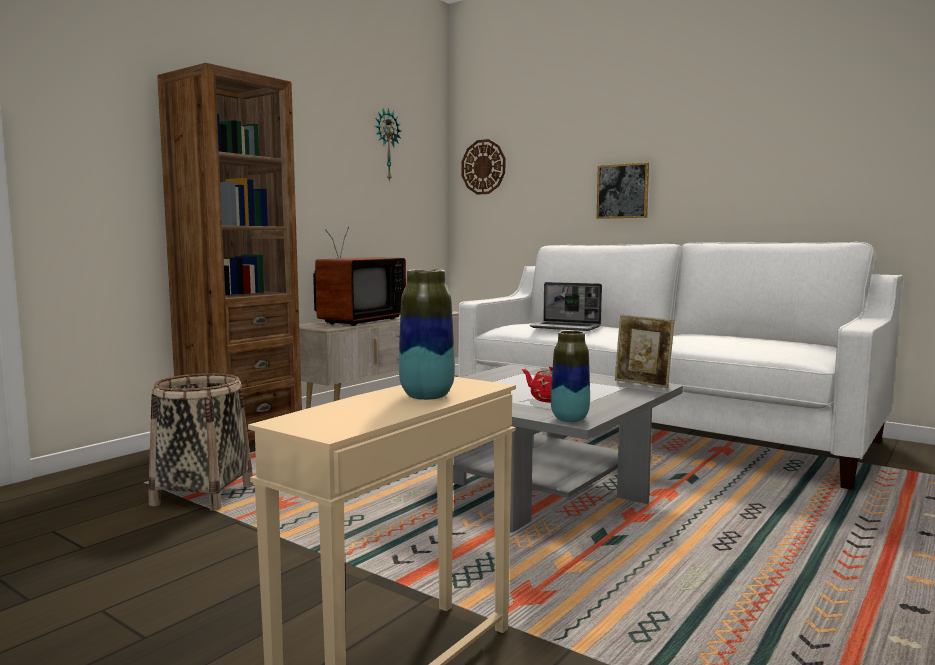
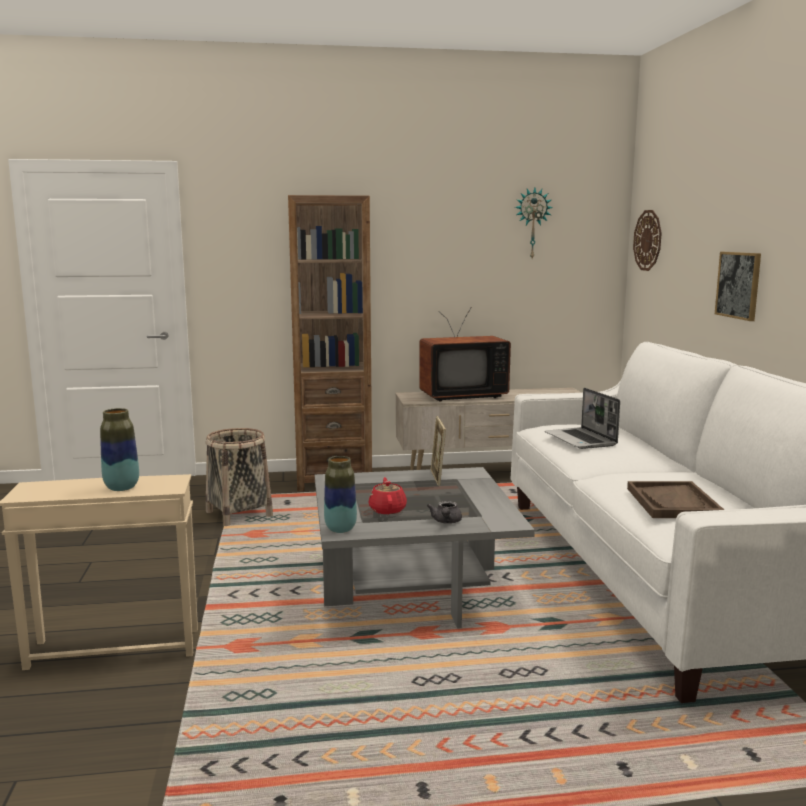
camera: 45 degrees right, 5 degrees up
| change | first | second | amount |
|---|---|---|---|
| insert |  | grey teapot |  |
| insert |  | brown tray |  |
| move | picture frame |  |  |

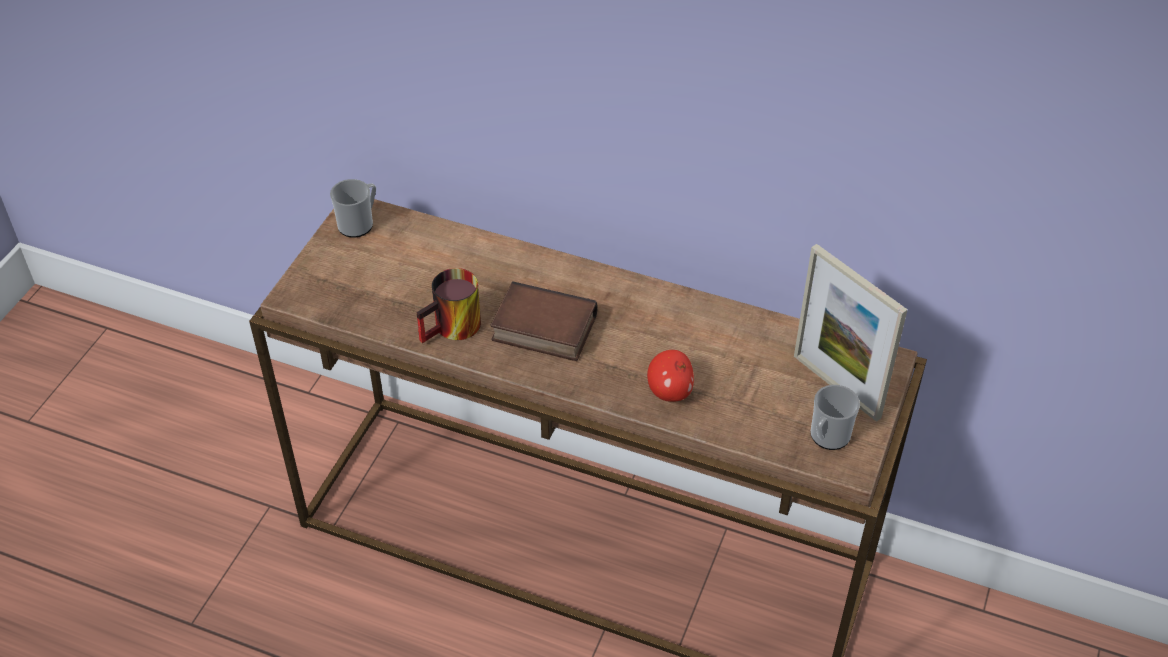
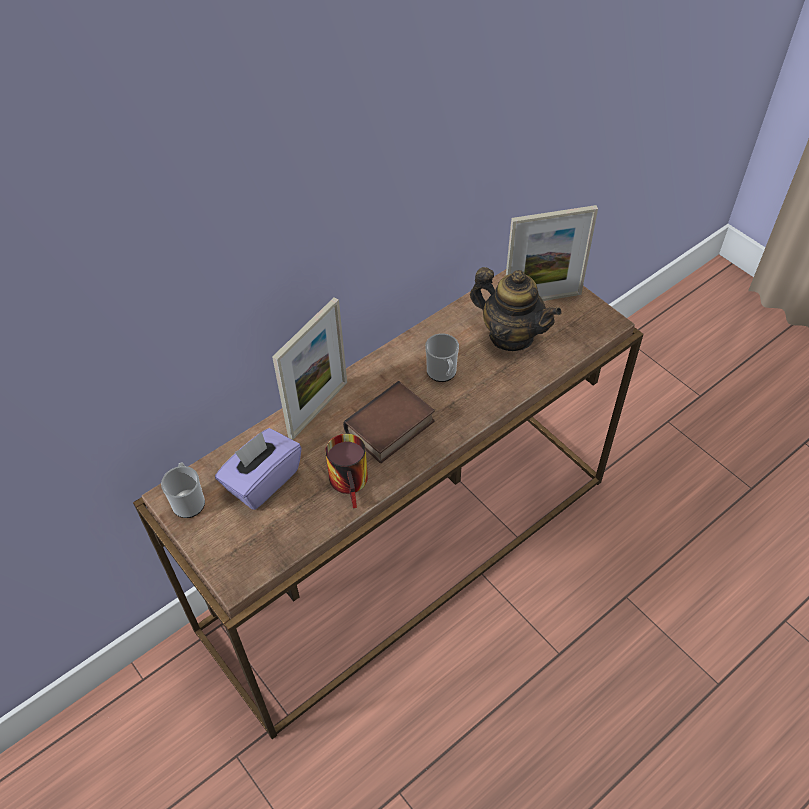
camera: 60 degrees left, 5 degrees up
| change | first | second | amount |
|---|---|---|---|
| delete | apple |  |  |
| insert |  | purple tissue box |  |
| insert |  | picture frame (1st from left) |  |
| insert |  | teapot |  |
| move | mug (3rd from left) |  |  |

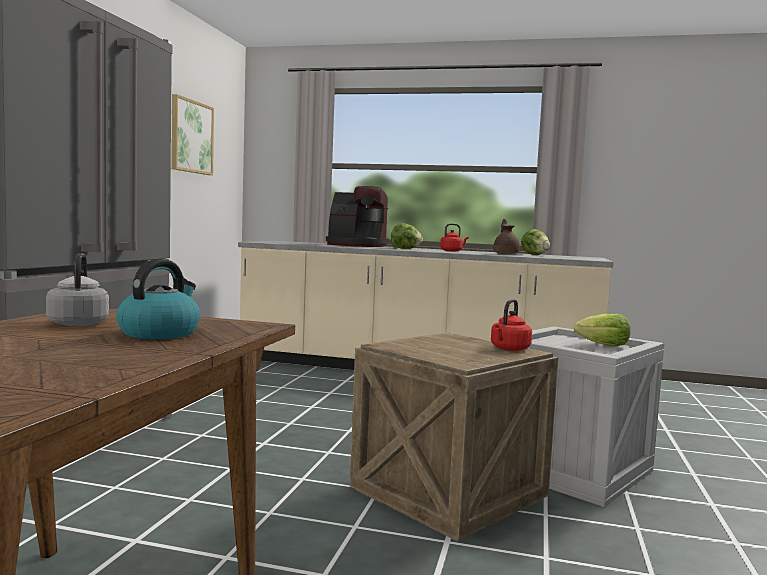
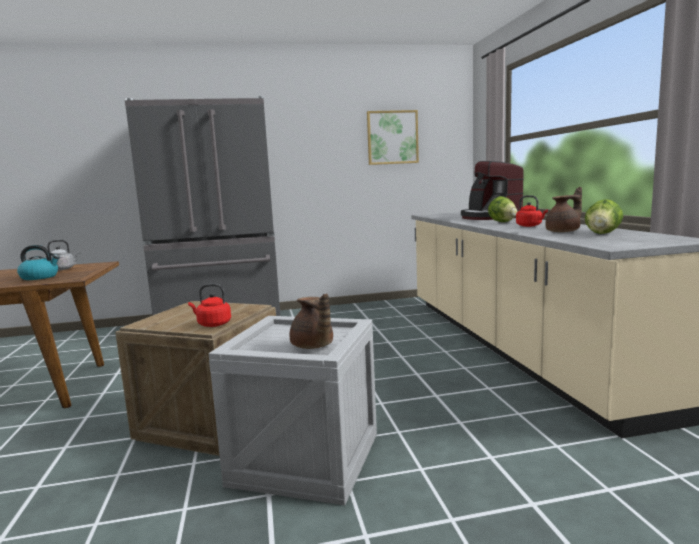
camera: 65 degrees right, 5 degrees up
| change | first | second | amount |
|---|---|---|---|
| replace | lettuce (3rd from left) | brown teapot (1st from left) |  |

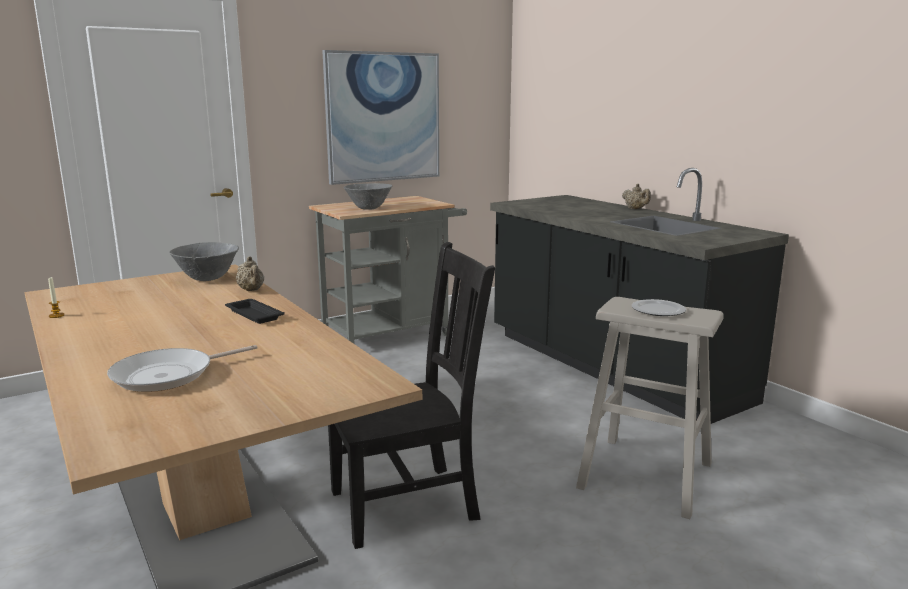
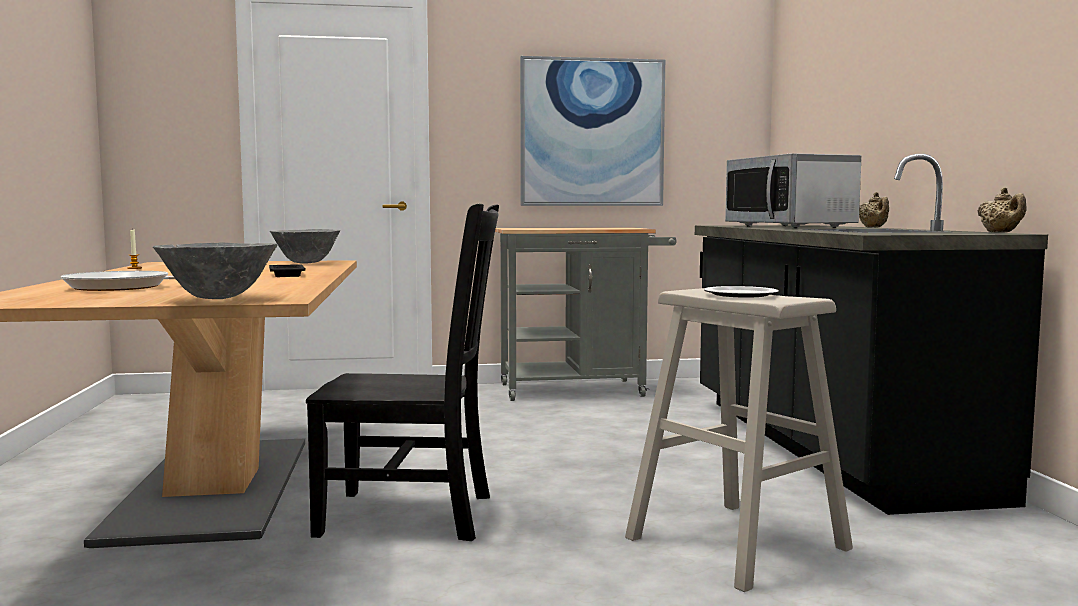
camera: 25 degrees right, 10 degrees down
| change | first | second | amount |
|---|---|---|---|
| insert |  | microwave |  |
| move | beige teapot (1st from left in the first image) | beige teapot (2nd from left) |  |
| move | grey bowl (2nd from left in the first image) | grey bowl (1st from left) |  |

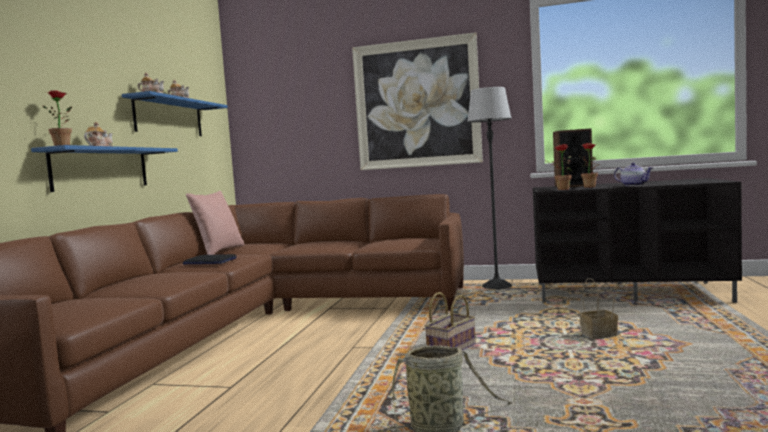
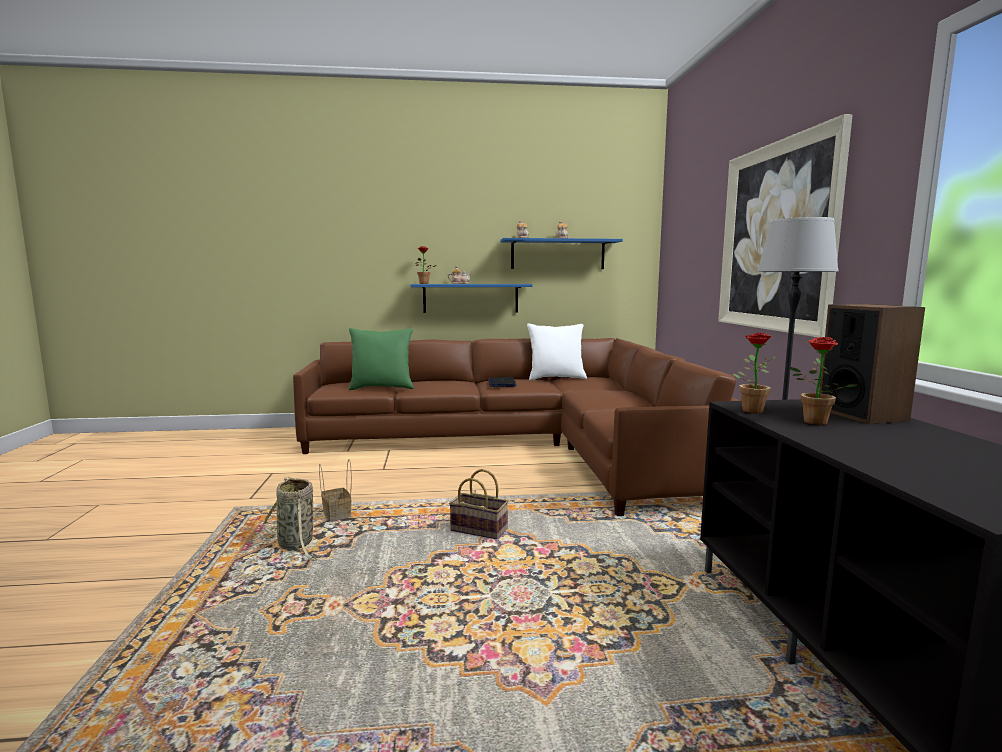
camera: 70 degrees right, 5 degrees up
| change | first | second | amount |
|---|---|---|---|
| delete | teapot (4th from left) |  |  |
| insert |  | green pillow |  |
| move | basket (3rd from left in the first image) | basket (2nd from left) |  |
| recolor | pink pillow | white pillow |  |

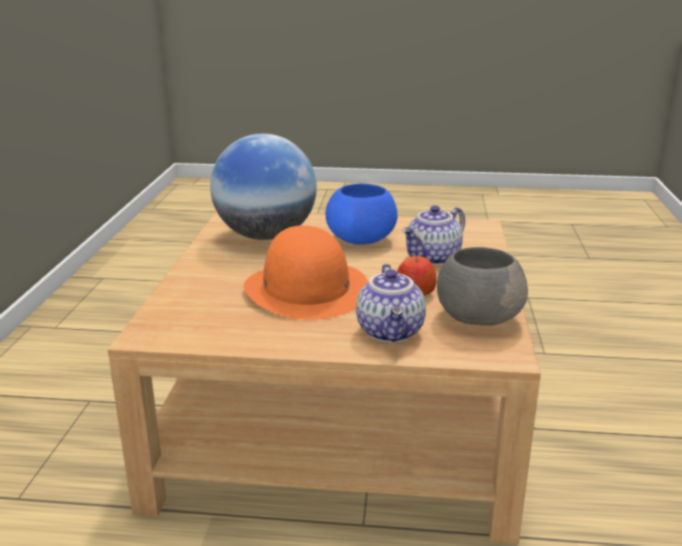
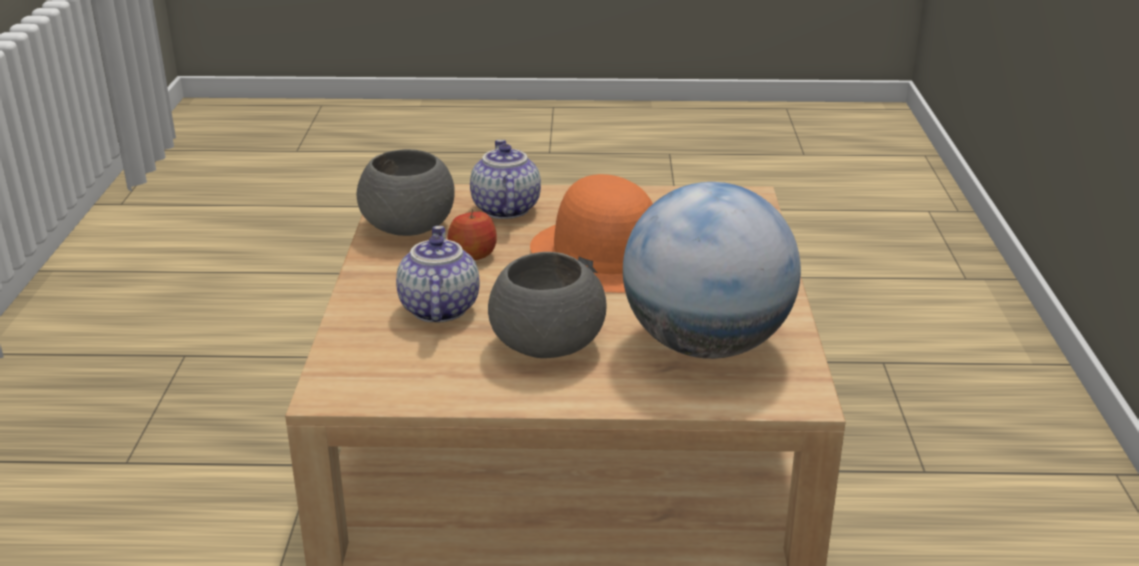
camera: 175 degrees right, 5 degrees up
| change | first | second | amount |
|---|---|---|---|
| recolor | blue bowl | grey bowl (2nd from left) |  |
| rotate | teapot (2nd from left in the first image) | teapot (1st from left) | 45 degrees counterclockwise |

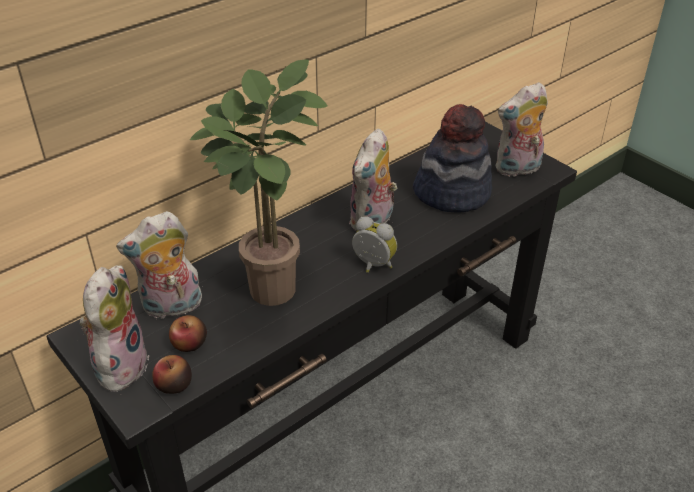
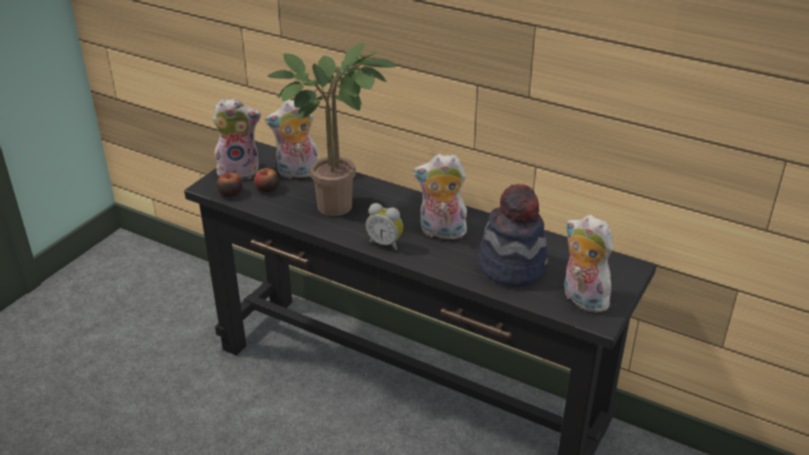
camera: 70 degrees right, 5 degrees down
| change | first | second | amount |
|---|---|---|---|
| rotate | plush toy (2nd from left) |  | 60 degrees counterclockwise |
| rotate | alarm clock |  | 105 degrees clockwise |

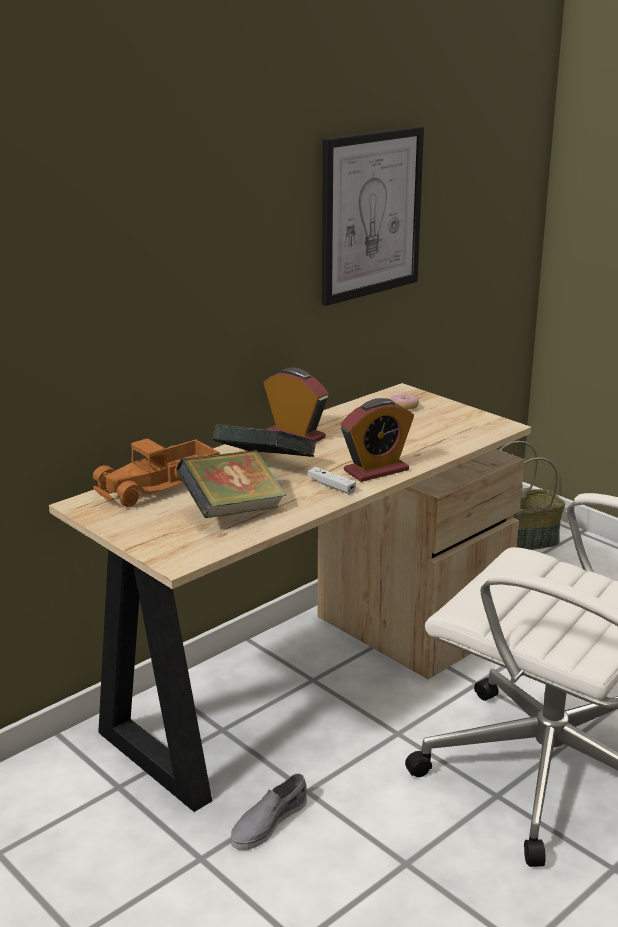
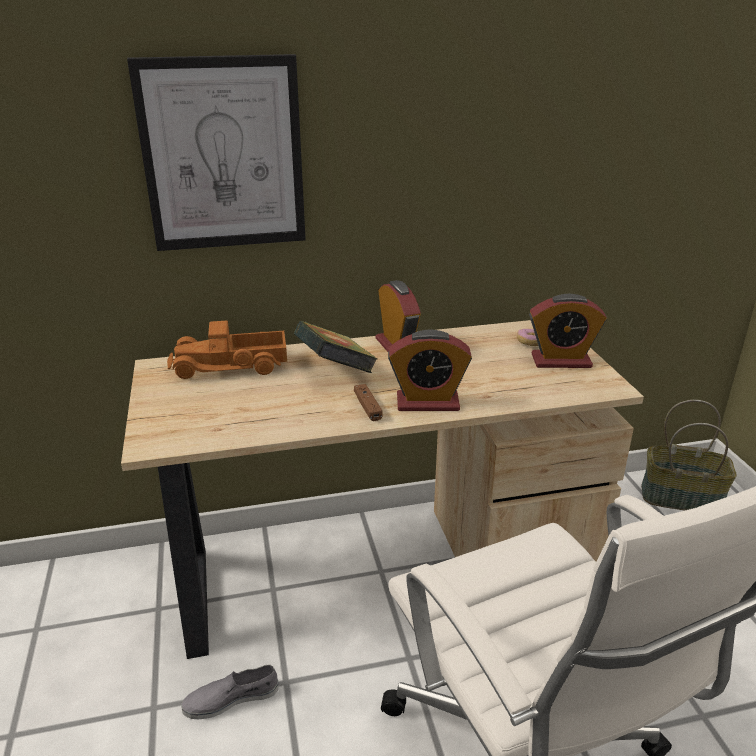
camera: 30 degrees right, 5 degrees up
| change | first | second | amount |
|---|---|---|---|
| delete | book (1st from left) |  |  |
| insert |  | alarm clock (3rd from left) |  |
| move | picture |  |  |
| recolor | white game controller | brown game controller |  |

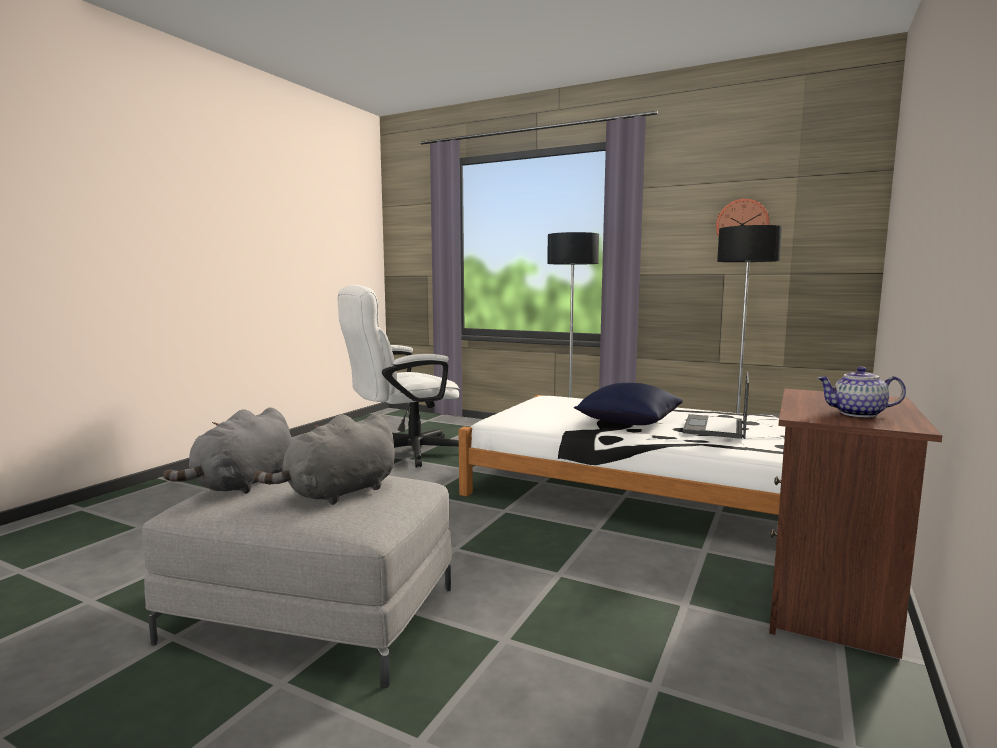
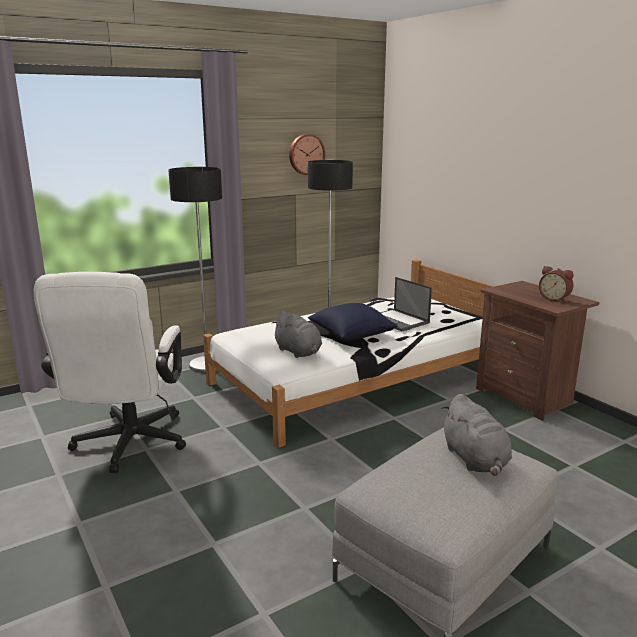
camera: 60 degrees left, 10 degrees up
| change | first | second | amount |
|---|---|---|---|
| move | grey plush toy (1st from left) |  |  |
| replace | teapot | alarm clock |  |

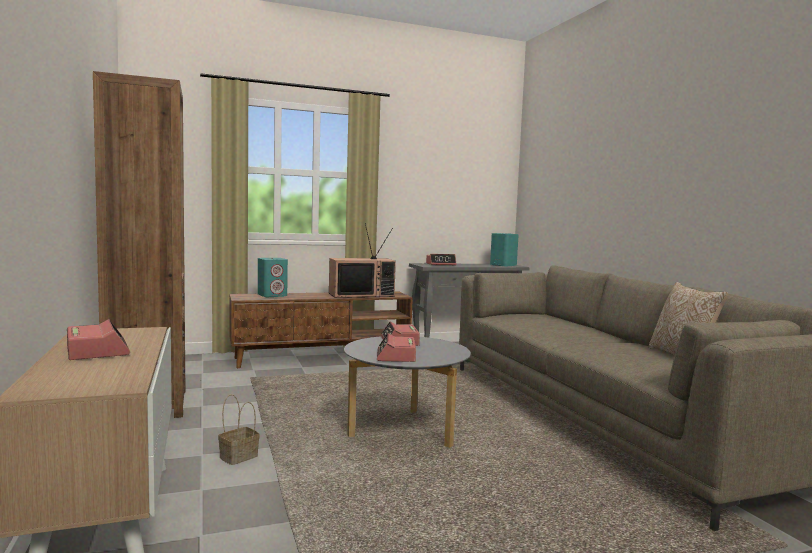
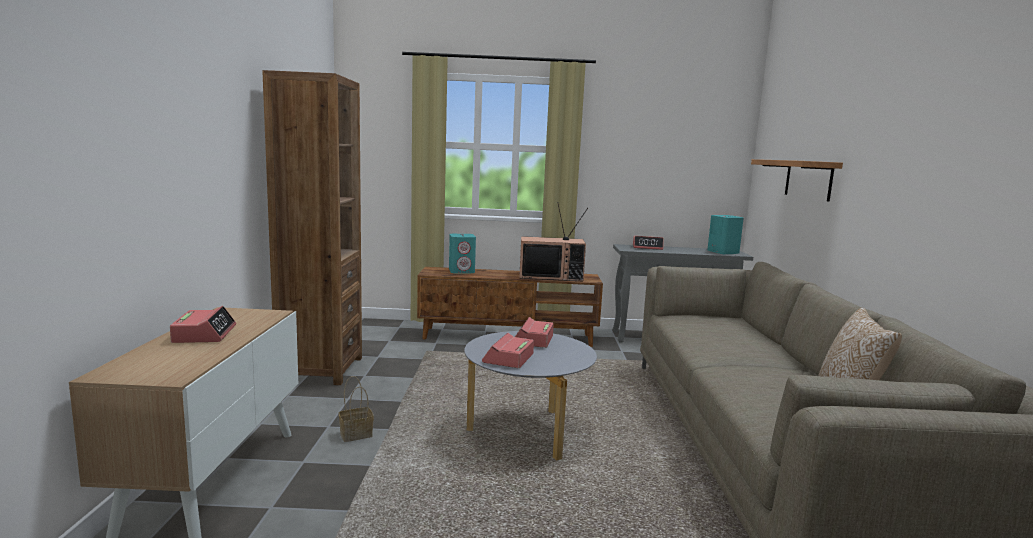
camera: 20 degrees right, 5 degrees up
| change | first | second | amount |
|---|---|---|---|
| insert |  | shelf |  |

